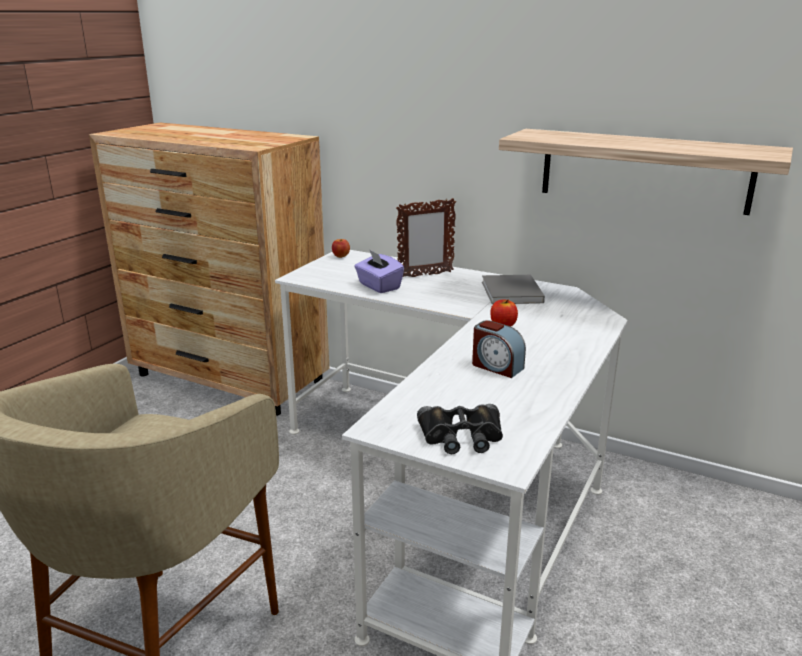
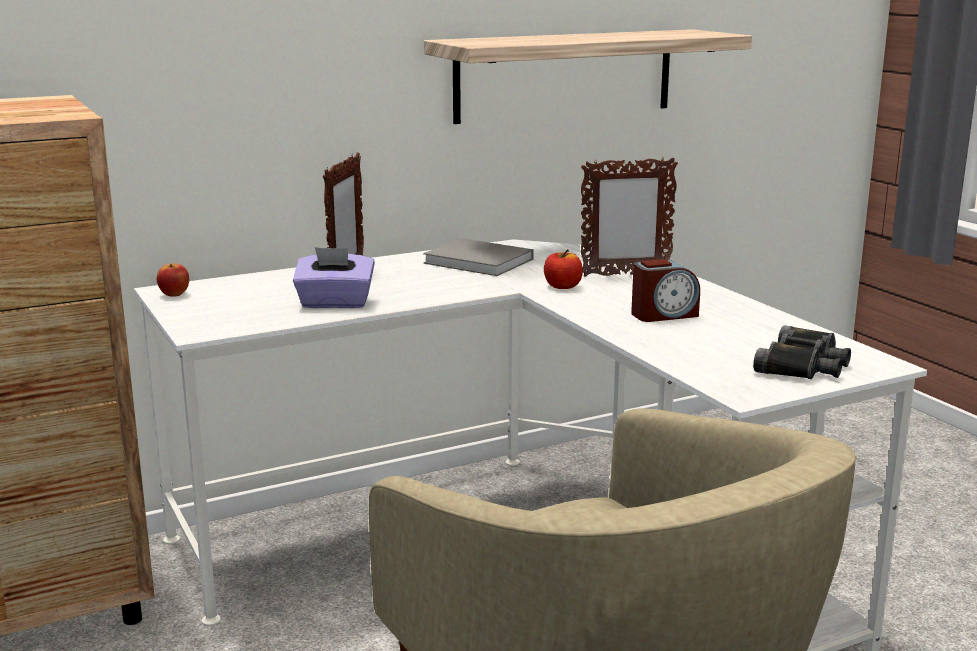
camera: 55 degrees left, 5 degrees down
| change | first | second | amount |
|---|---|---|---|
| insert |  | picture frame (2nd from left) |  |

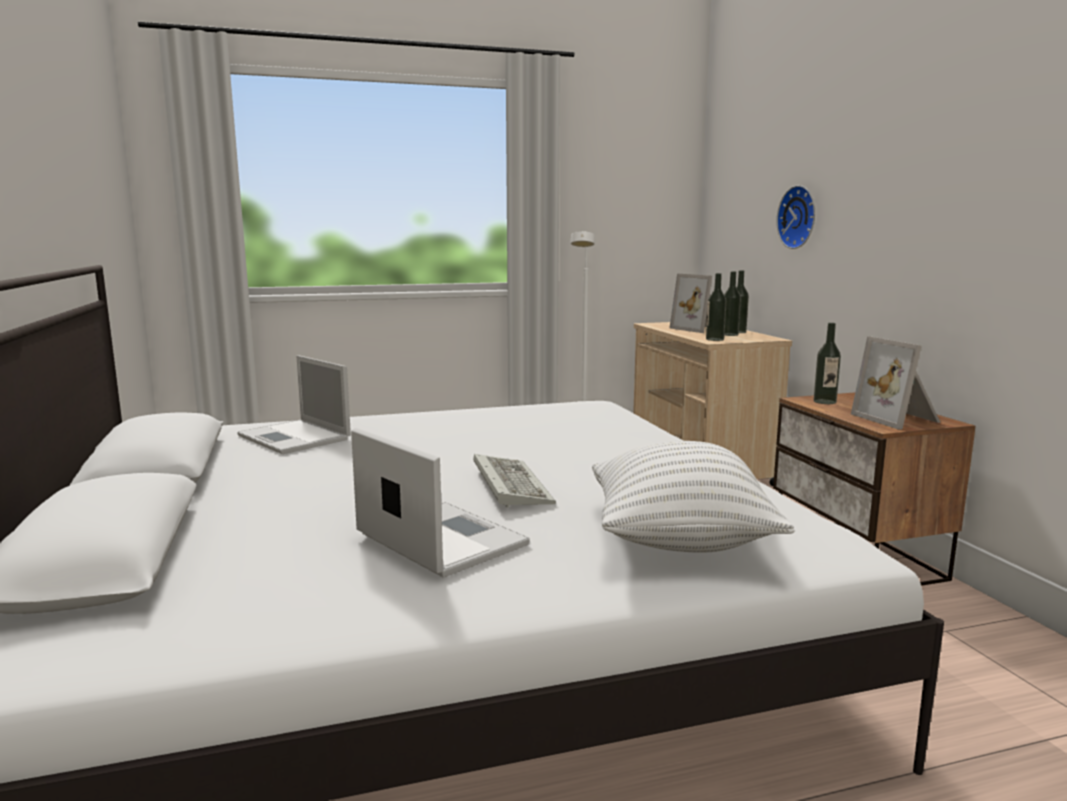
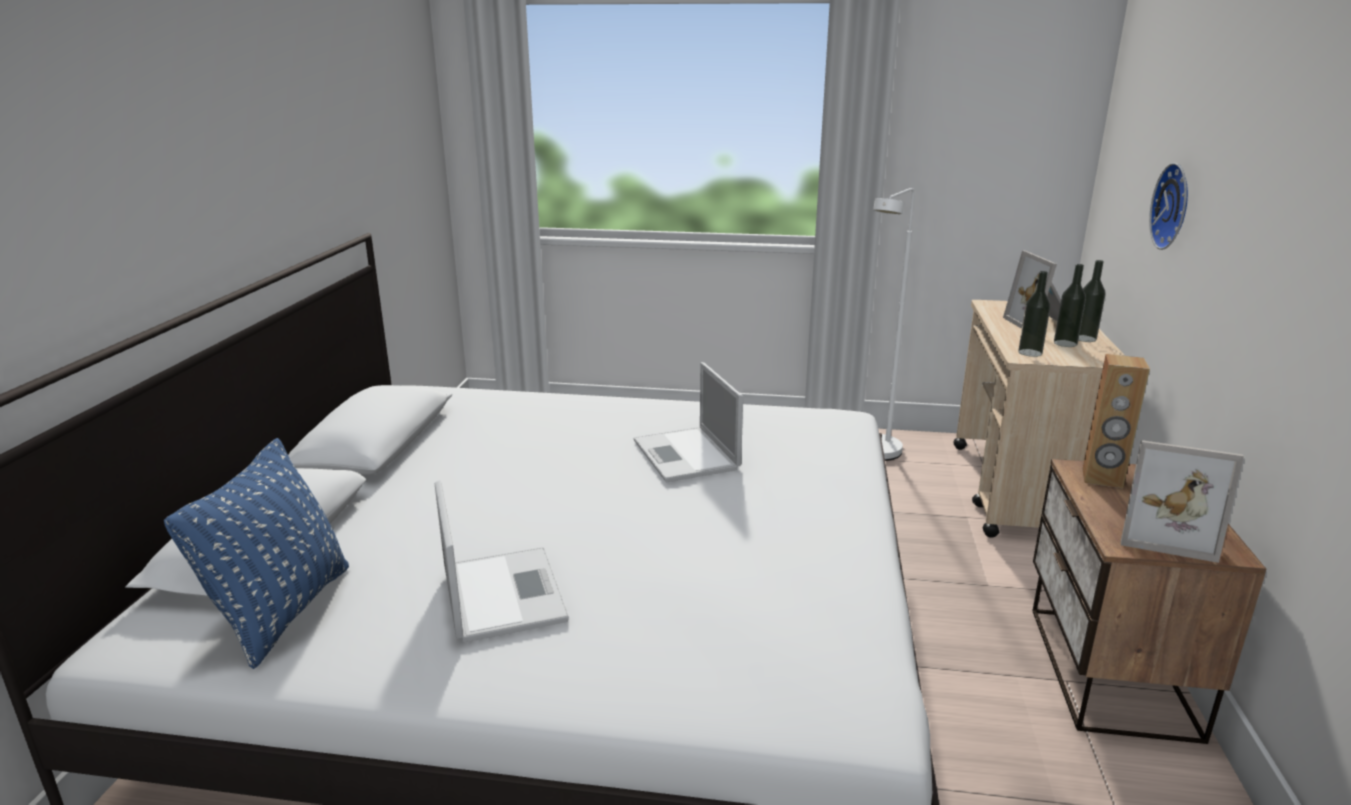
camera: 25 degrees right, 10 degrees up
| change | first | second | amount |
|---|---|---|---|
| delete | keyboard |  |  |
| delete | white pillow |  |  |
| insert |  | blue pillow |  |
| move | laptop (1st from left in the first image) | laptop (2nd from left) |  |
| replace | bottle (4th from left) | brown speaker |  |
| rotate | picture frame (2nd from left) |  | 75 degrees counterclockwise |

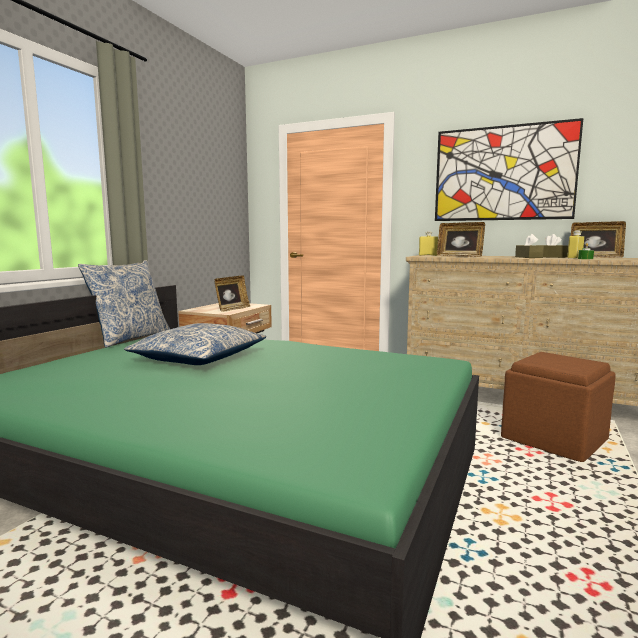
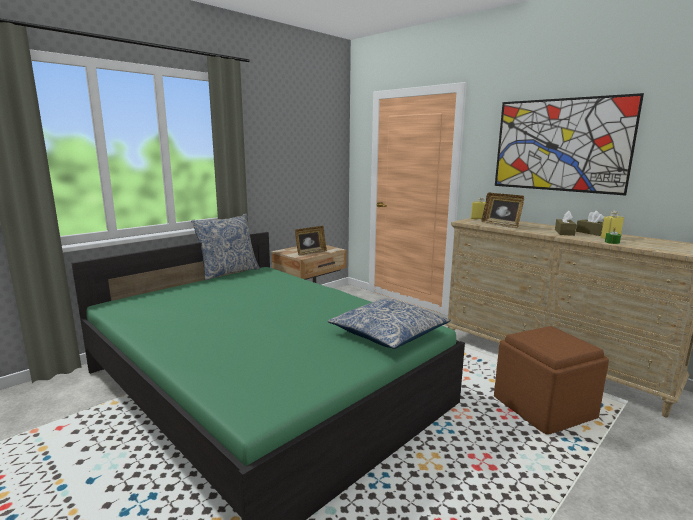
camera: 20 degrees right, 5 degrees up
| change | first | second | amount |
|---|---|---|---|
| delete | picture frame (3rd from left) |  |  |
| move | pillow (2nd from left) |  |  |

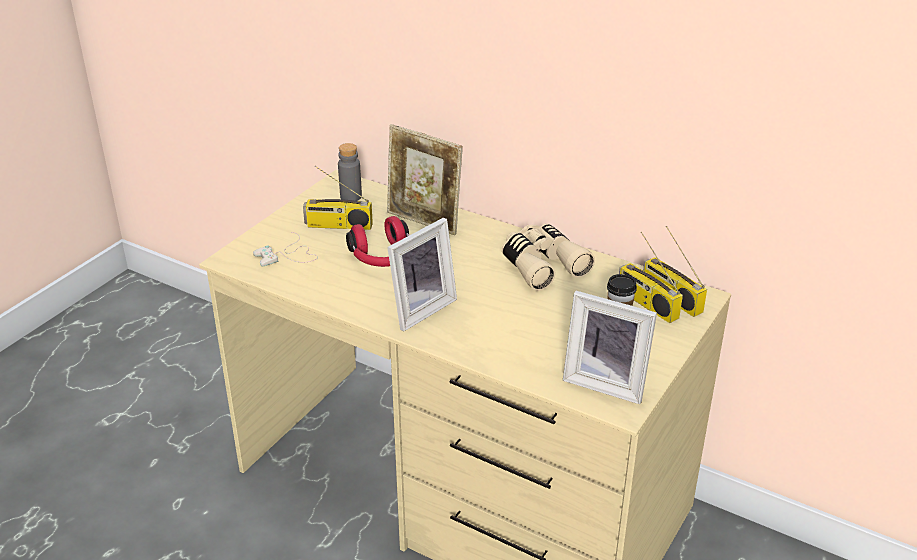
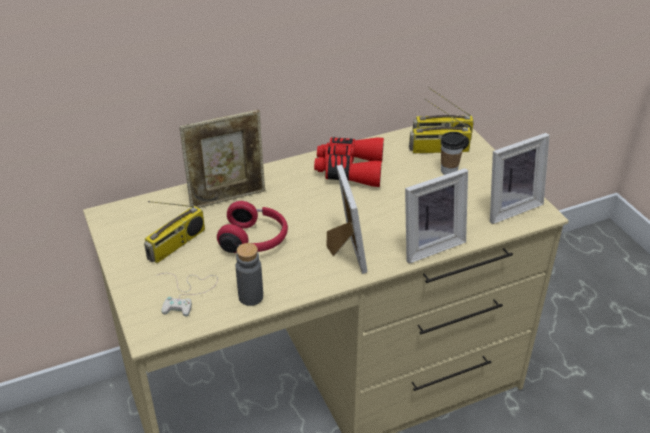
camera: 55 degrees left, 5 degrees up
| change | first | second | amount |
|---|---|---|---|
| insert |  | picture frame (3rd from left) |  |
| move | grey bottle |  |  |
| recolor | beige binoculars | red binoculars |  |

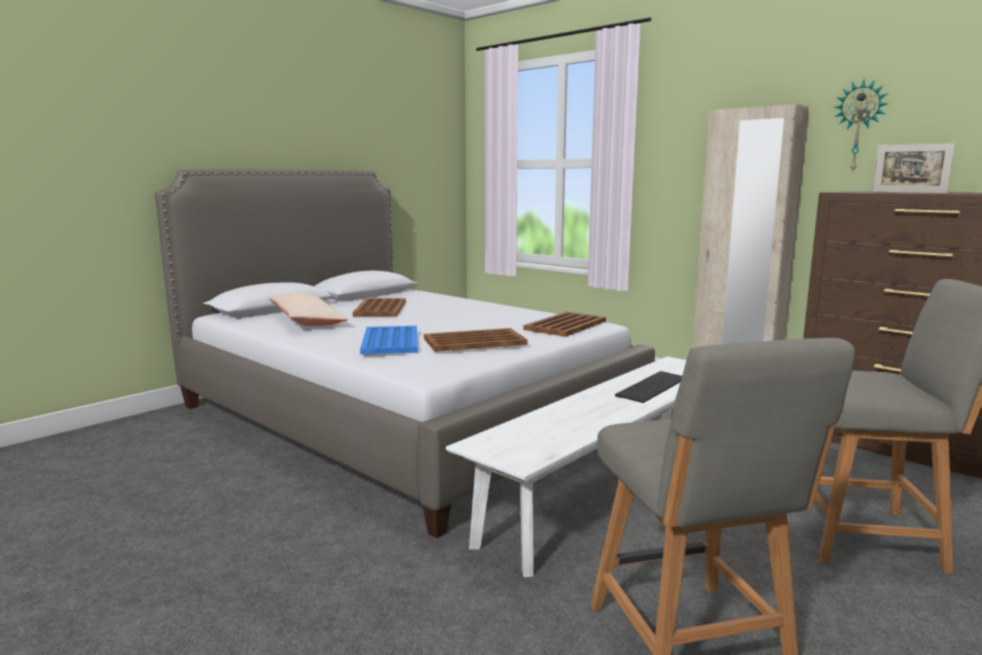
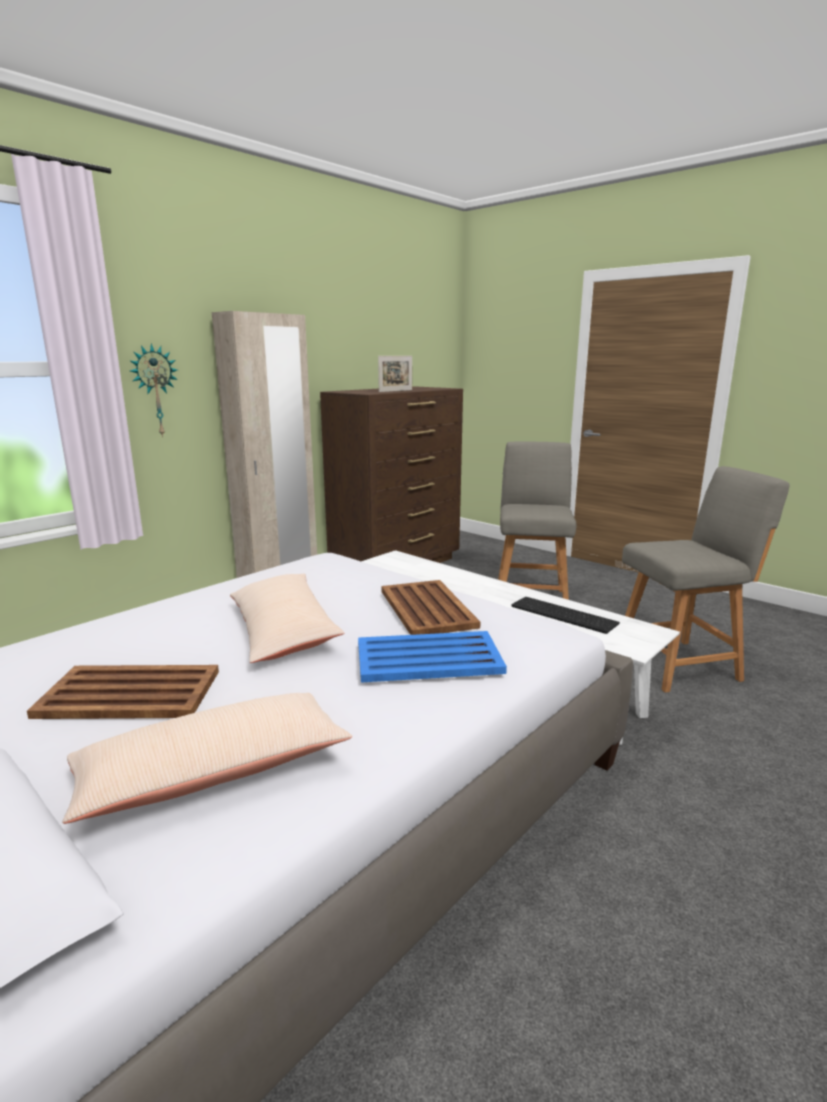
camera: 90 degrees left, 5 degrees up
| change | first | second | amount |
|---|---|---|---|
| delete | brown tray (3rd from left) |  |  |
| insert |  | beige pillow (2nd from left) |  |
| move | keyboard |  |  |
| move | wall clock |  |  |

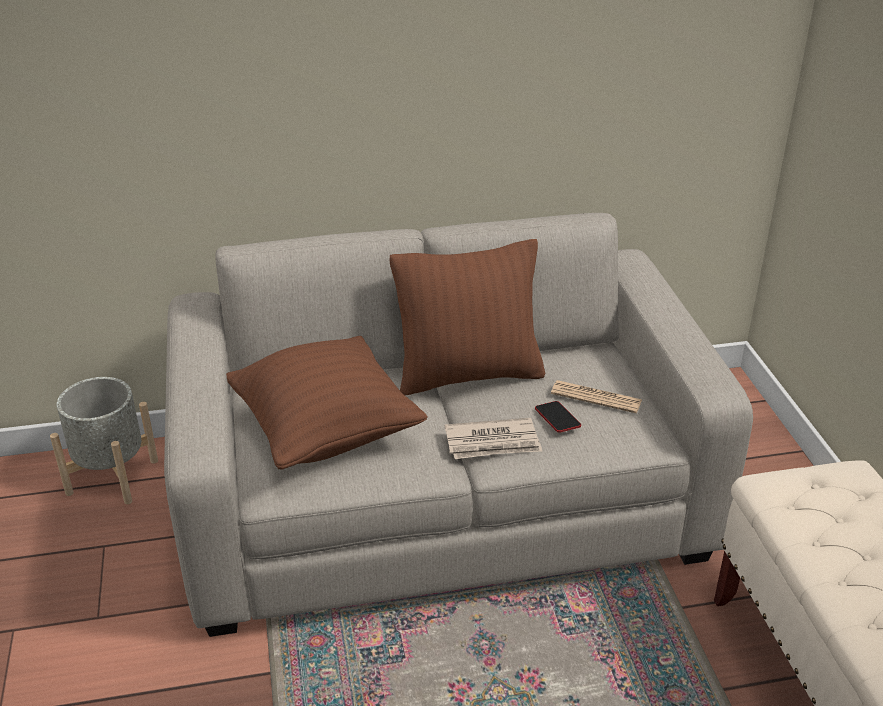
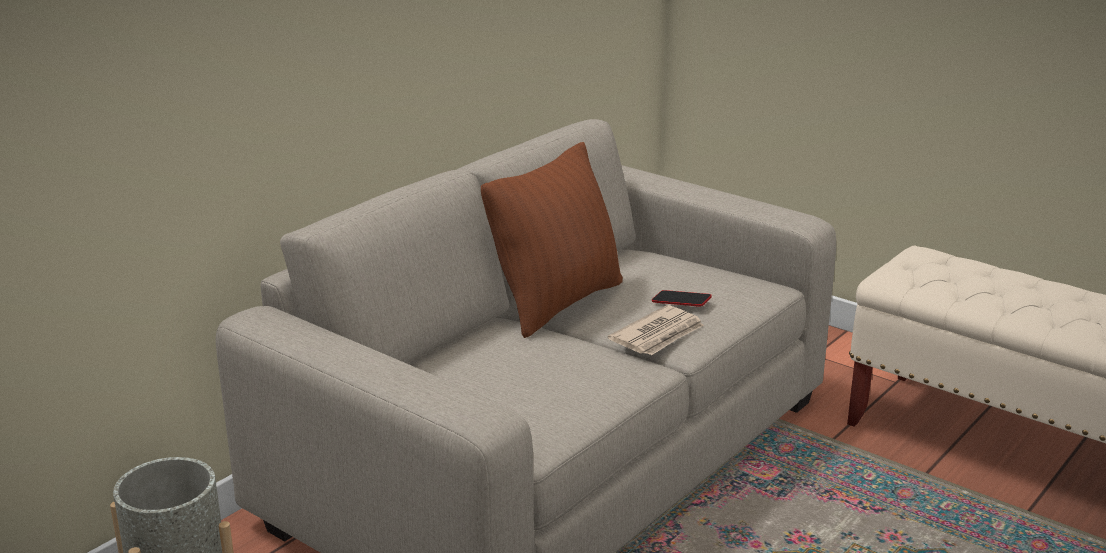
camera: 40 degrees left, 10 degrees down
| change | first | second | amount |
|---|---|---|---|
| delete | brown pillow (1st from left) |  |  |
| delete | newspaper (2nd from left) |  |  |

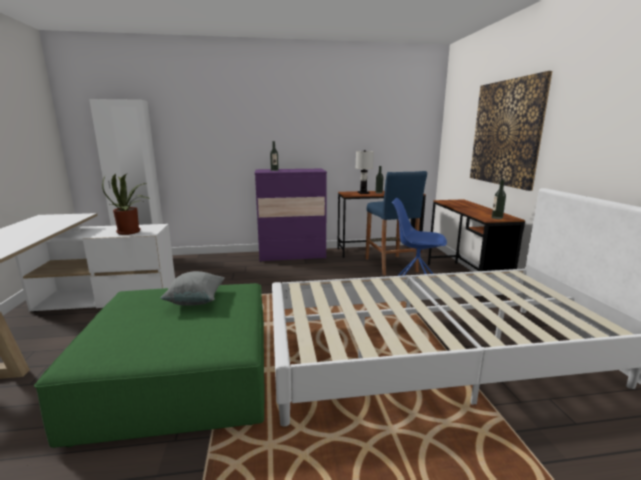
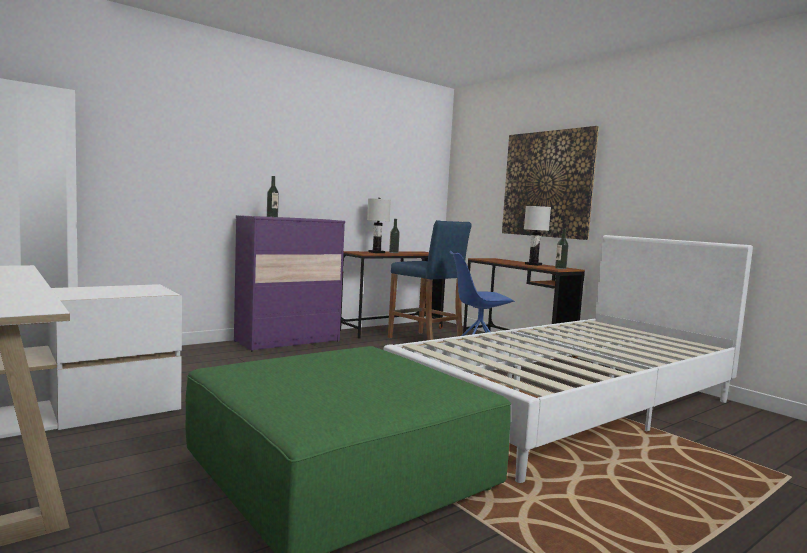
camera: 30 degrees left, 10 degrees down
| change | first | second | amount |
|---|---|---|---|
| delete | potted plant |  |  |
| delete | grey pillow |  |  |
| insert |  | white table lamp (2nd from left) |  |

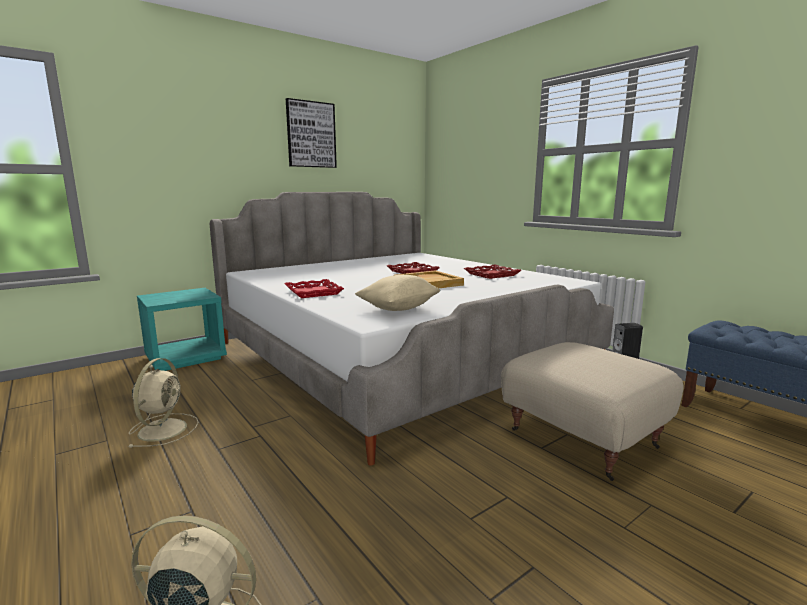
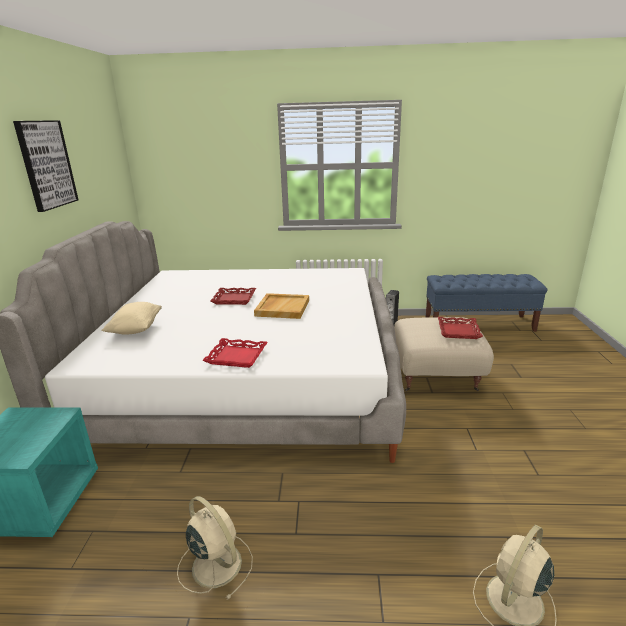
camera: 50 degrees left, 10 degrees up
| change | first | second | amount |
|---|---|---|---|
| move | beige pillow |  |  |
| move | red tray (3rd from left) |  |  |

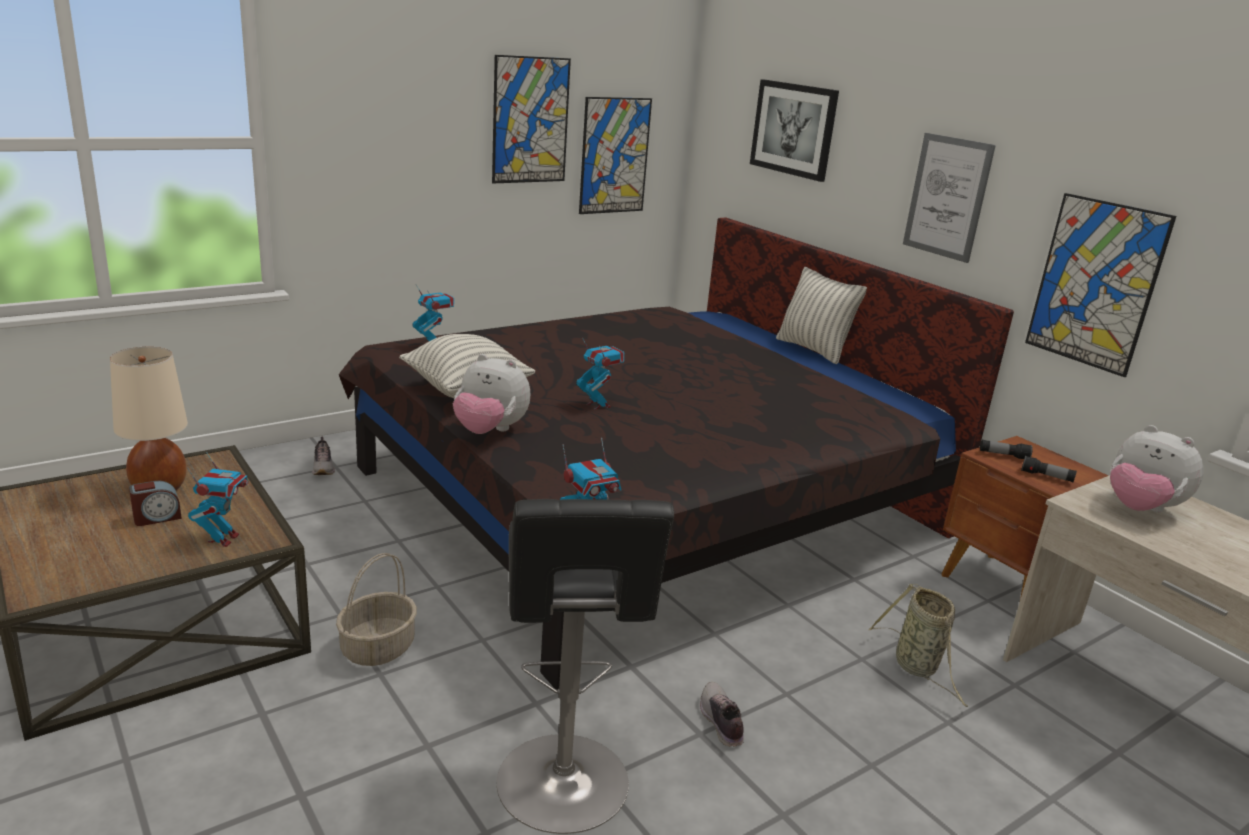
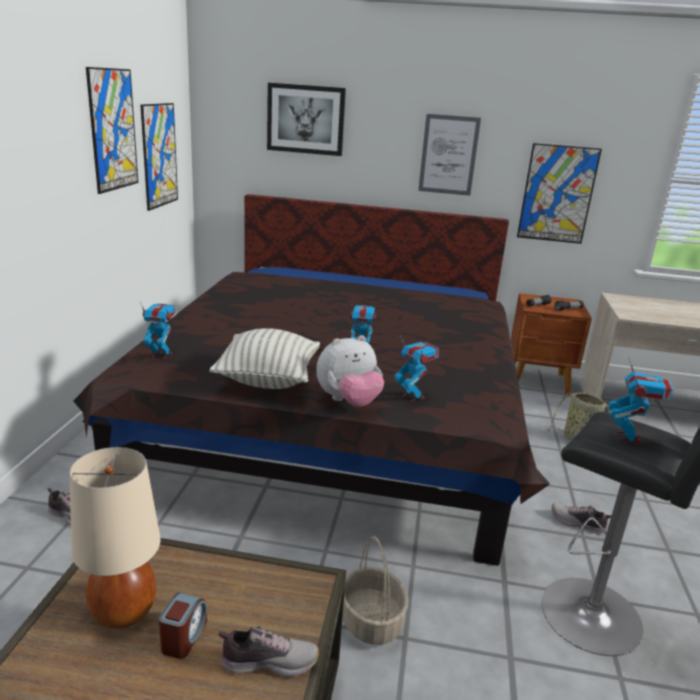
camera: 45 degrees left, 0 degrees up
| change | first | second | amount |
|---|---|---|---|
| delete | pillow (2nd from left) |  |  |
| delete | plush toy (2nd from left) |  |  |
| insert |  | shoe (2nd from left) |  |
| move | toy robot (1st from left in the first image) | toy robot (3rd from left) |  |

